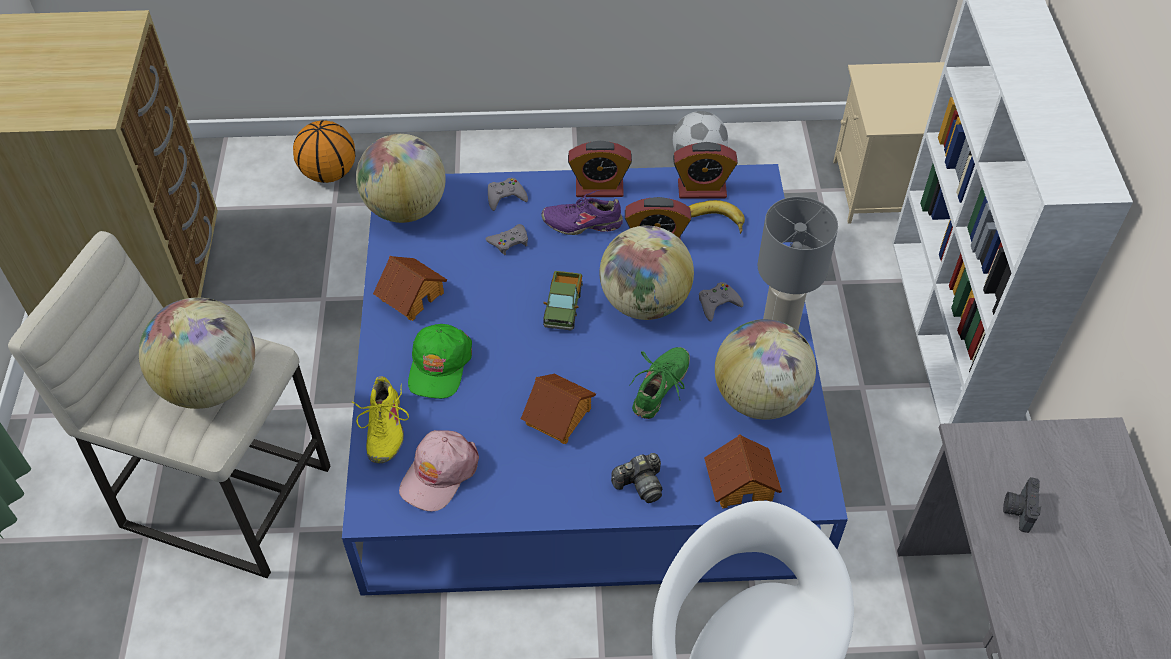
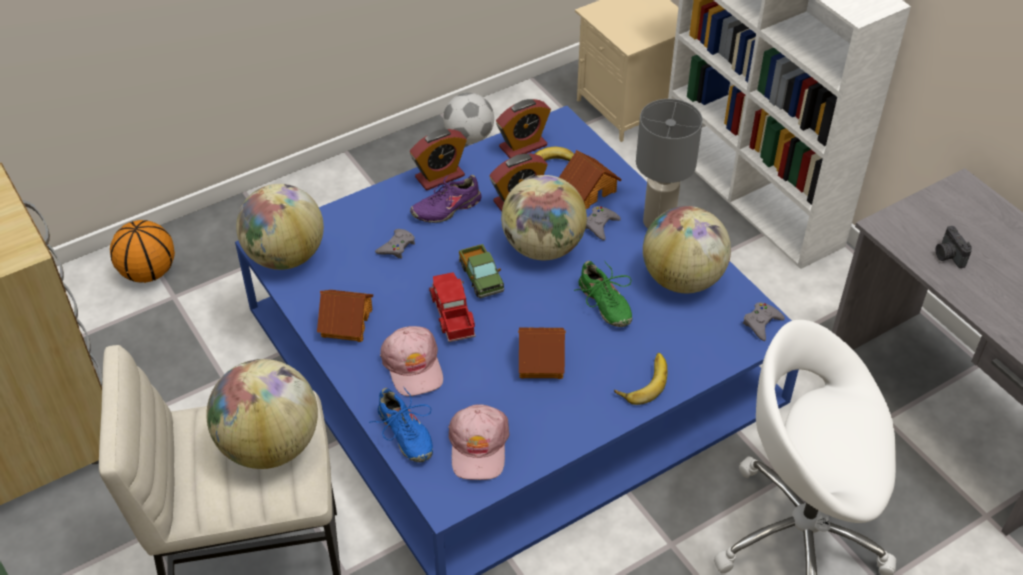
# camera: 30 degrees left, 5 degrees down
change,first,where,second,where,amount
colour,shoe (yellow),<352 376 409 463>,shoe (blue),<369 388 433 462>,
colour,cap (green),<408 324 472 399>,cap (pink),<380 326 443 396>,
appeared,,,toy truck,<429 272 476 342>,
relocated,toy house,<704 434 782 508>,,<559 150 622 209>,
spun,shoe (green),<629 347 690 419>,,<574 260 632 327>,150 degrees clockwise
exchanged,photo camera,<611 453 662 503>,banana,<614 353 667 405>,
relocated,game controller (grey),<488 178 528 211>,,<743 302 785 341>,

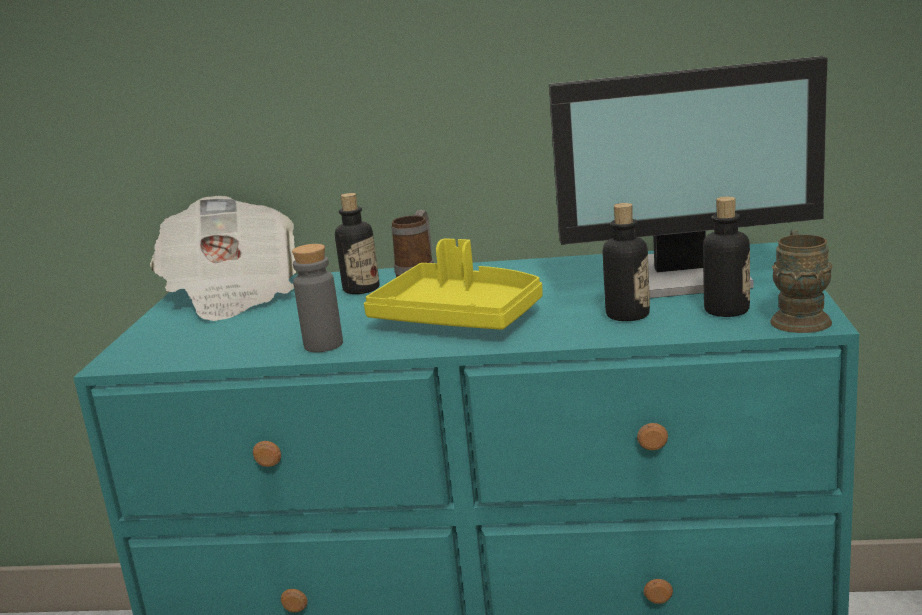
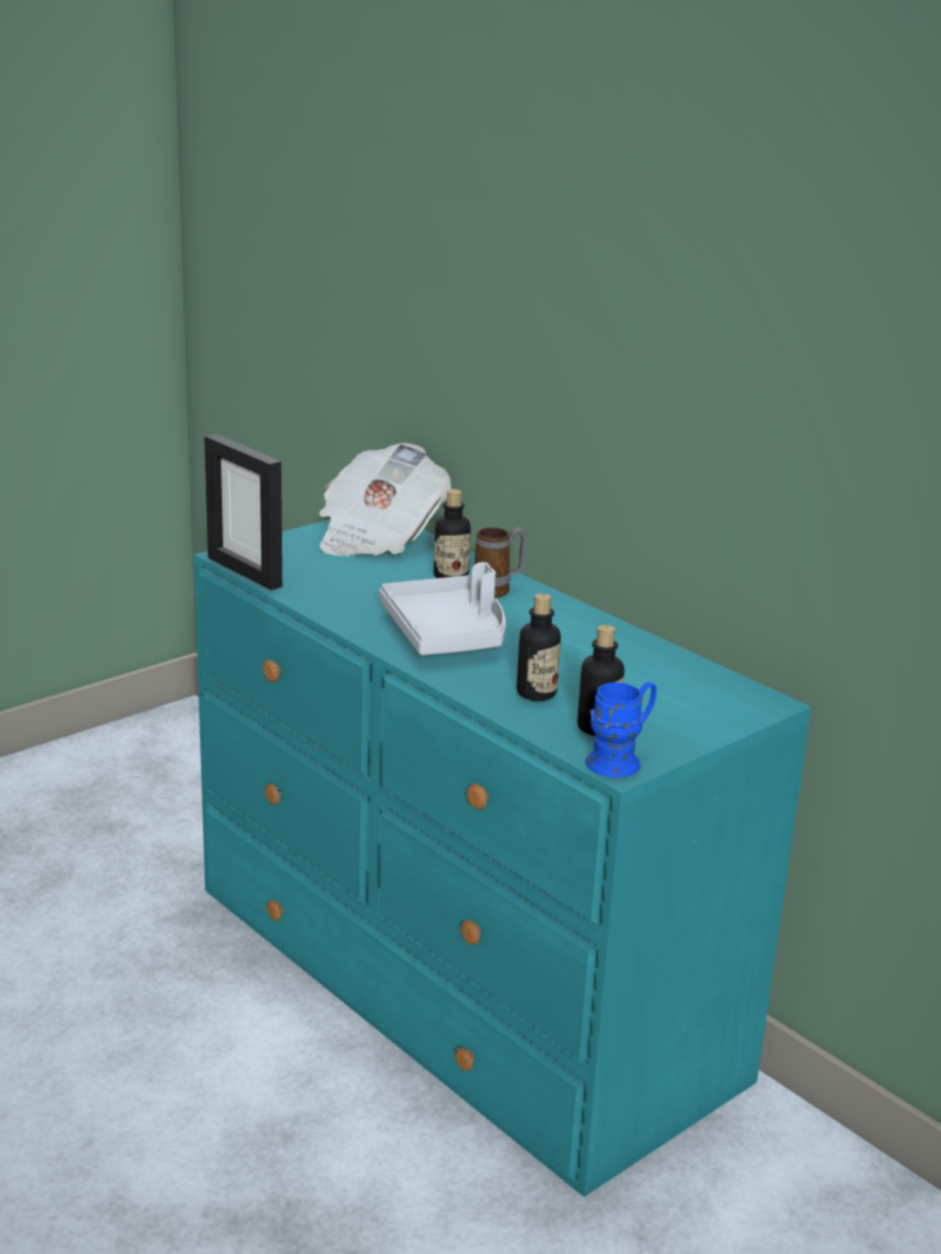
# camera: 40 degrees right, 5 degrees up
change,first,where,second,where,amount
appeared,,,picture frame,<204 434 282 590>,
colour,tray (yellow),<364 238 543 330>,tray (grey),<379 562 506 655>,
colour,mug (brown),<770 230 832 333>,mug (blue),<585 682 657 777>,
missing,bottle (grey),<292 244 343 352>,,,
missing,monitor,<549 56 827 298>,,,

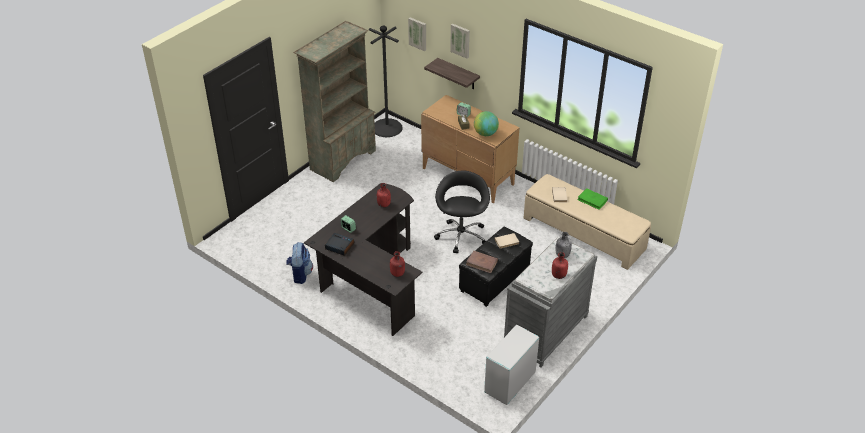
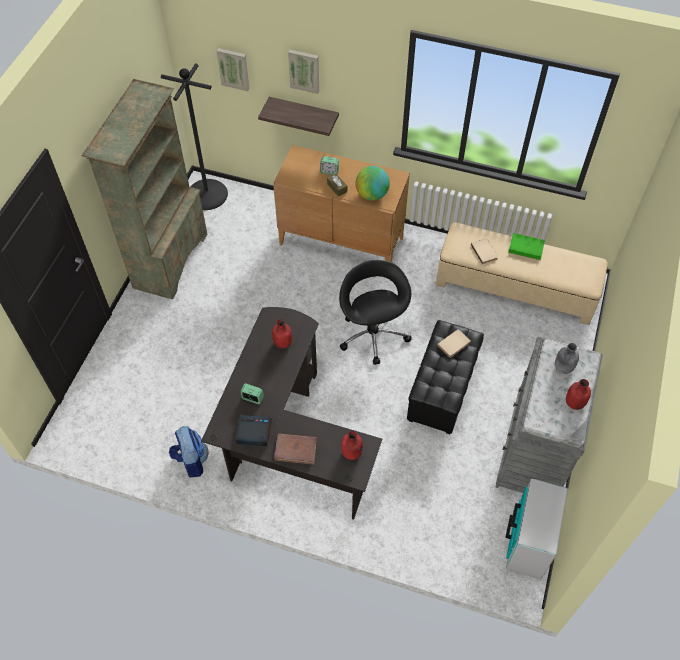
# camera: 20 degrees left, 15 degrees up
change,first,where,second,where,amount
relocated,book (brown),<466 251 498 273>,,<274 433 317 465>,

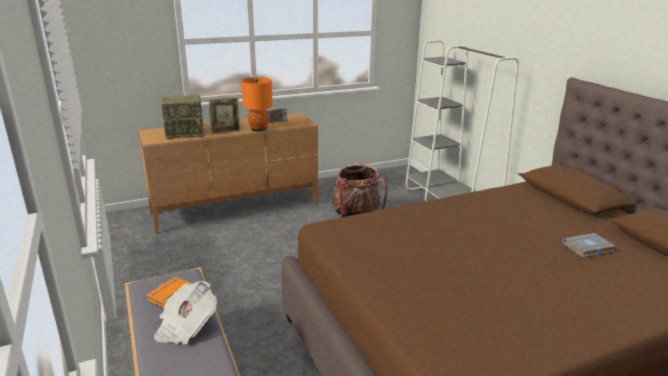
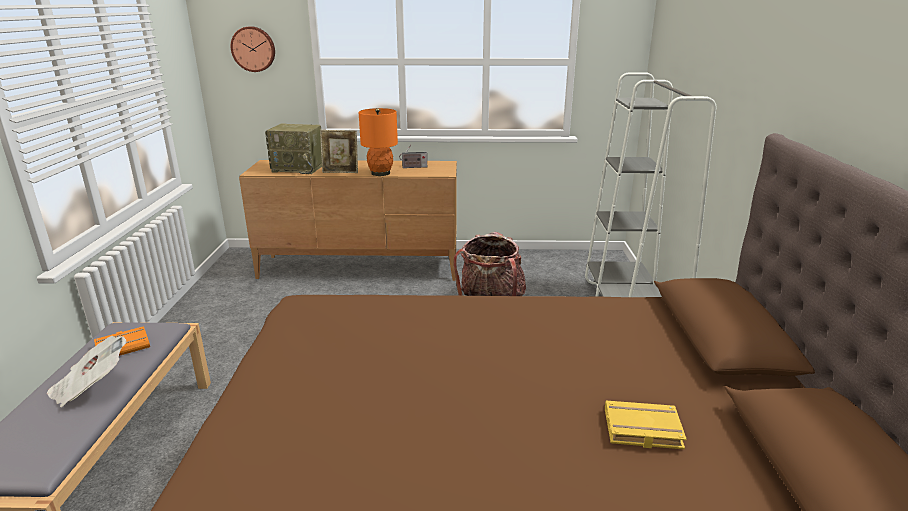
# camera: 25 degrees right, 0 degrees up
change,first,where,second,where,amount
appeared,,,wall clock,<231 26 275 72>,
colour,book (grey),<562 233 616 258>,book (yellow),<605 401 687 449>,

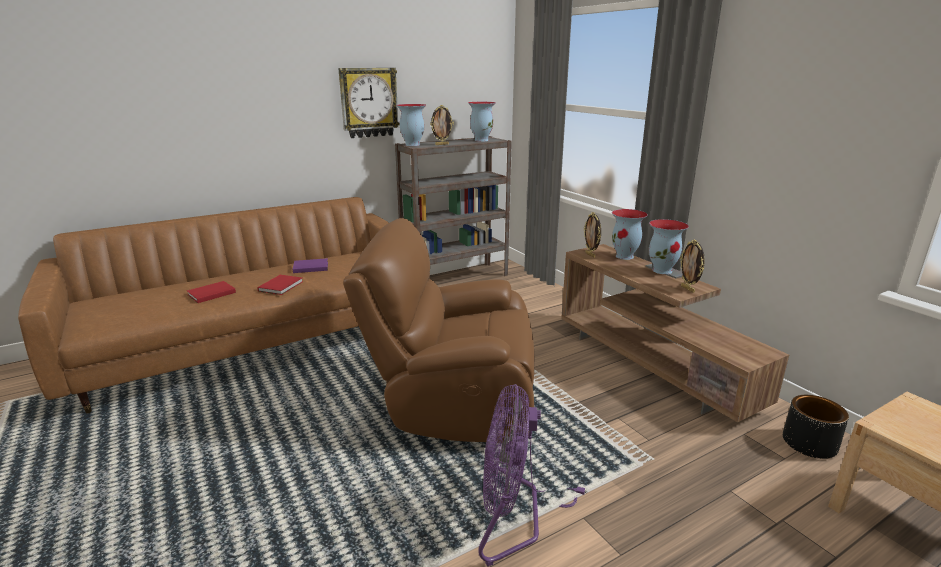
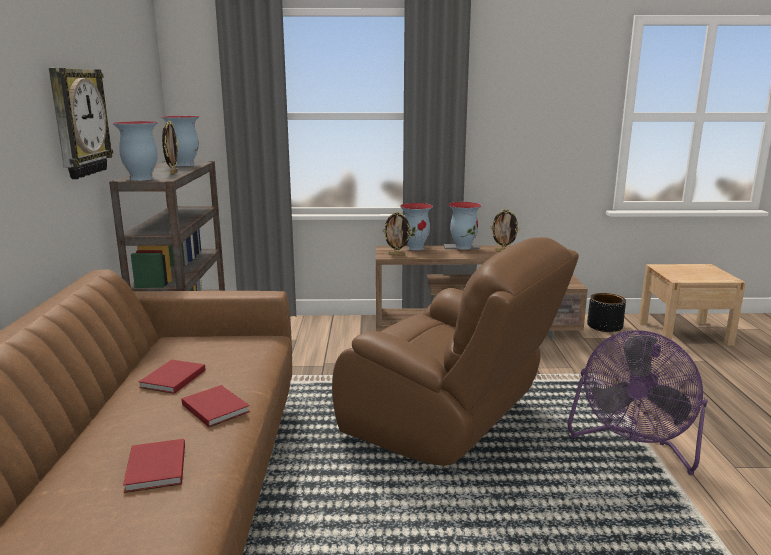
# camera: 60 degrees left, 5 degrees down
change,first,where,second,where,amount
colour,book (purple),<293 258 328 273>,book (red),<138 360 206 394>,
spun,armchair (brown),<343 218 534 444>,,<332 237 579 466>,90 degrees counterclockwise

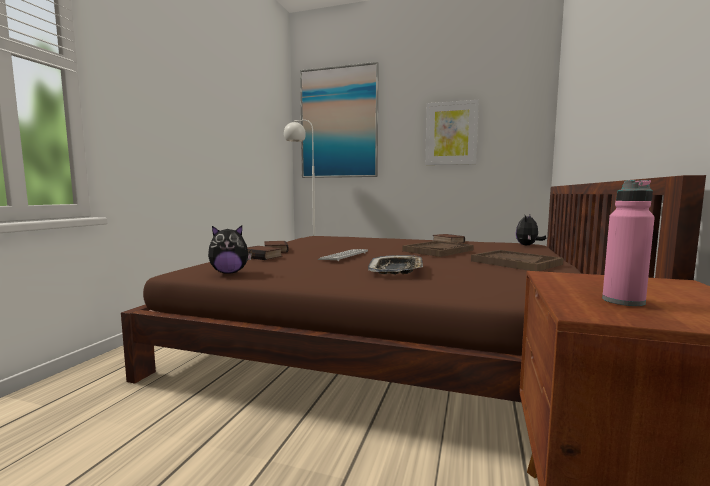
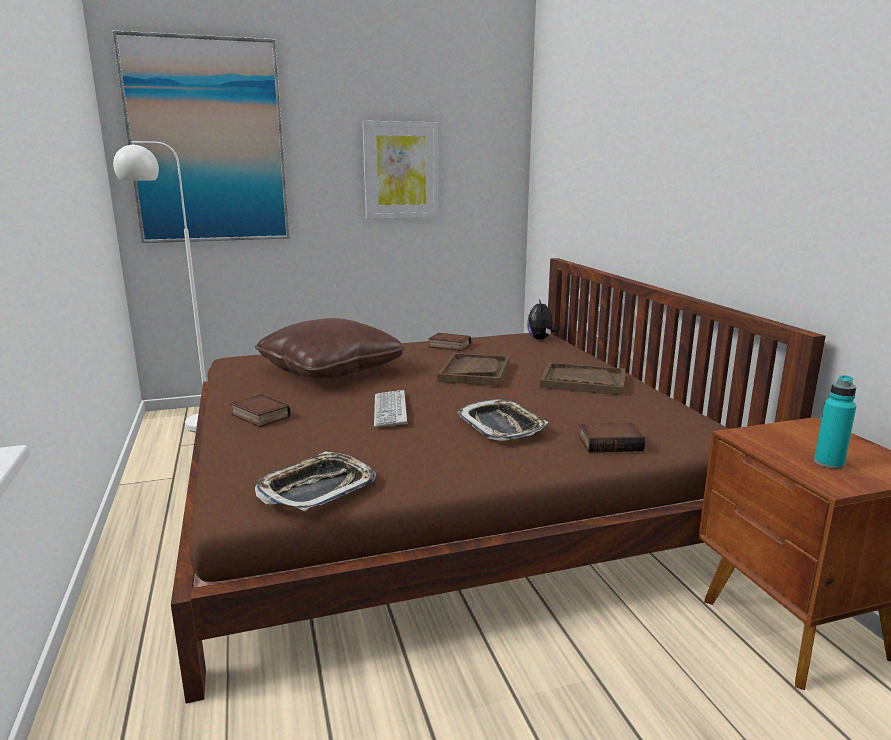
# camera: 35 degrees left, 10 degrees up
change,first,where,second,where,amount
appeared,,,pillow (brown),<255 318 405 380>,
exchanged,plush toy,<208 225 252 274>,tray,<255 452 376 511>,
relocated,book,<247 246 282 260>,,<579 423 645 452>,
colour,bottle (pink),<602 180 655 306>,bottle (turquoise),<814 375 856 469>,

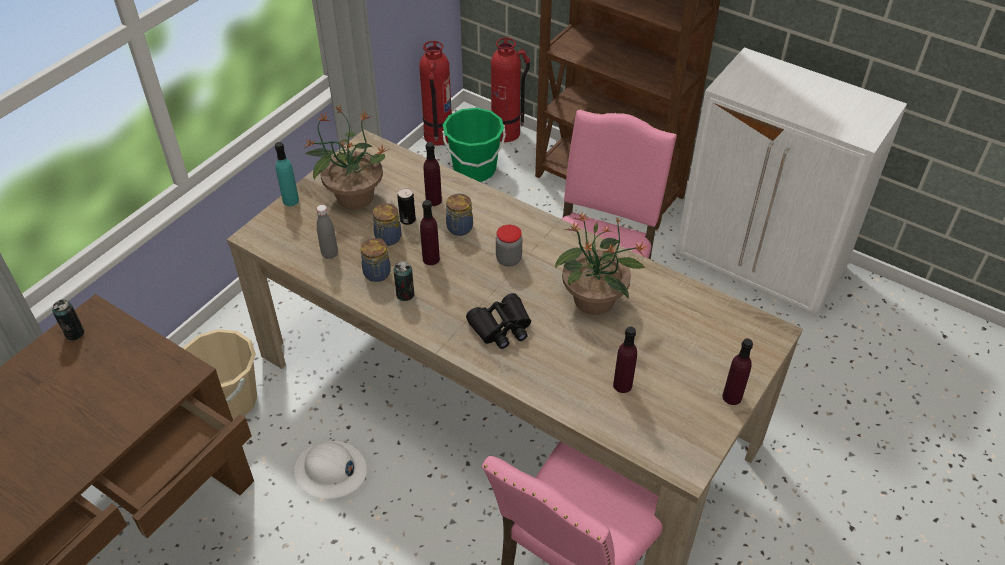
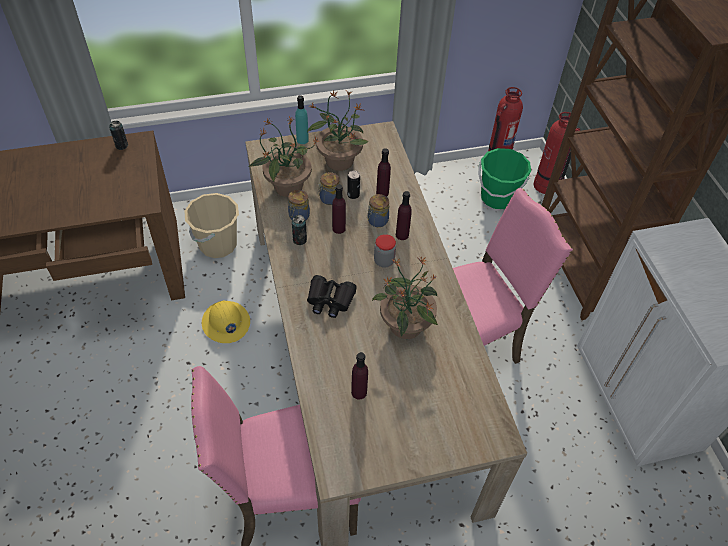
# camera: 40 degrees right, 5 degrees up
change,first,where,second,where,amount
colour,hard hat (white),<294 441 367 499>,hard hat (yellow),<202 301 250 343>,
exchanged,bottle (grey),<316 205 338 259>,potted plant,<249 116 319 197>,
relocated,bottle (purple),<722 338 753 405>,,<396 191 412 240>,

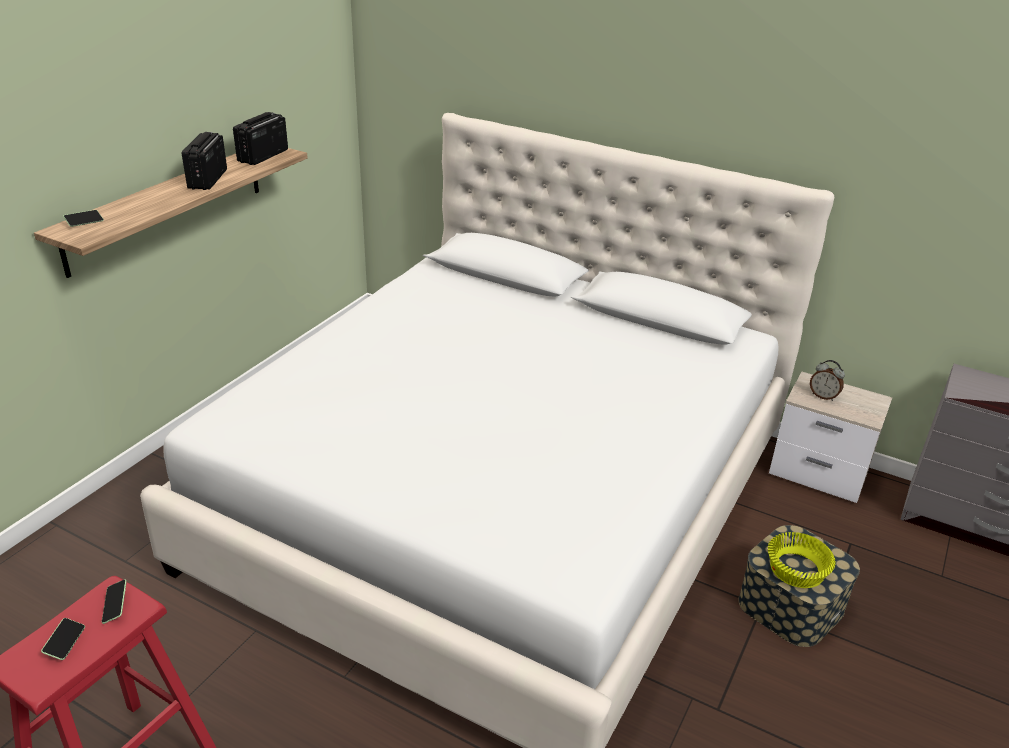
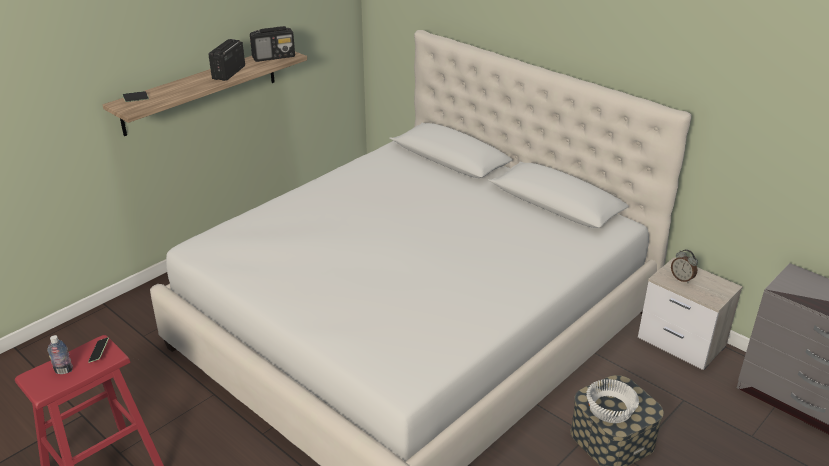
# camera: 15 degrees right, 0 degrees up
change,first,where,second,where,amount
exchanged,phone,<41 618 85 660>,bottle,<47 335 73 374>,
spun,radio,<233 112 288 165>,,<250 26 295 62>,150 degrees counterclockwise
colour,bowl (yellow),<768 532 836 588>,bowl (white),<586 379 639 423>,

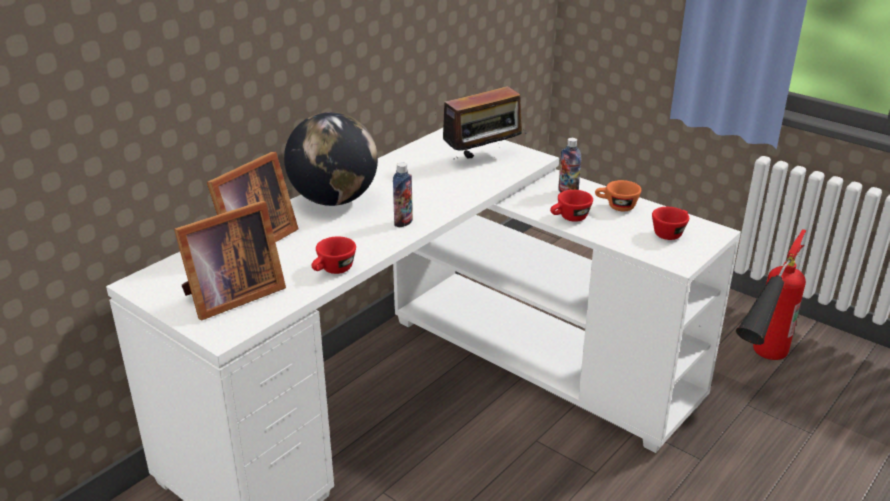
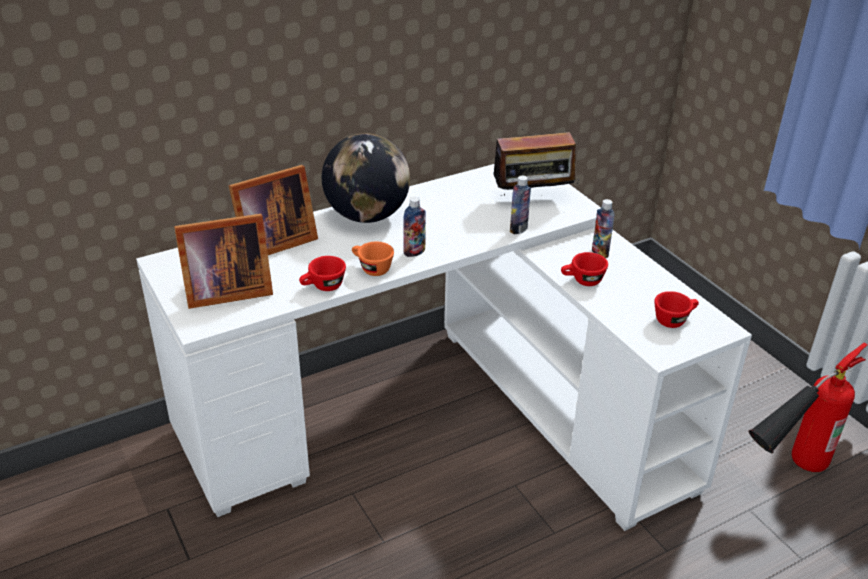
# camera: 20 degrees right, 5 degrees up
change,first,where,second,where,amount
relocated,cup (orange),<595 180 641 211>,,<352 242 394 276>,
appeared,,,bottle,<510 176 531 234>,

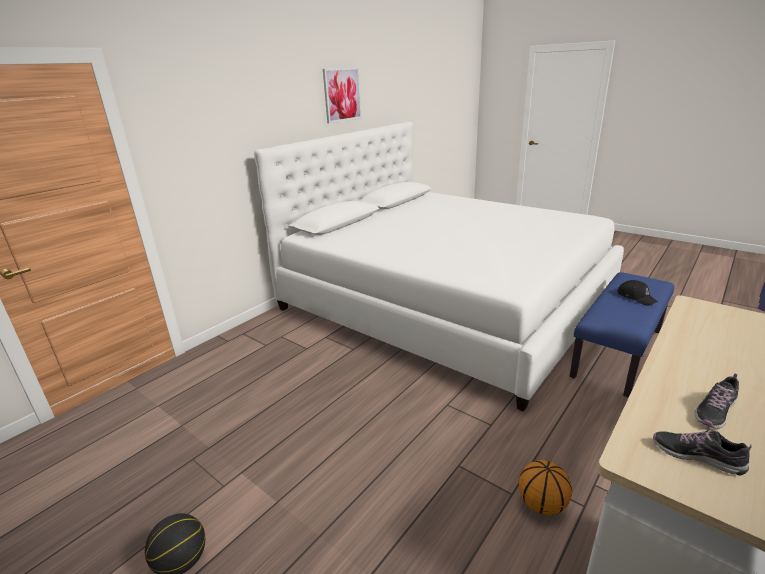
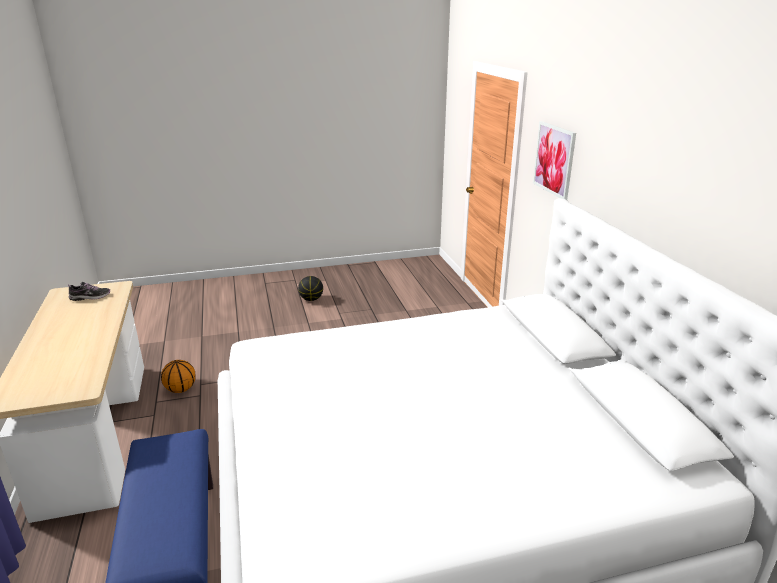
# camera: 125 degrees right, 0 degrees up
change,first,where,second,where,amount
relocated,picture,<323 67 362 124>,,<533 121 576 200>,
missing,cap (black),<617 280 658 306>,,,
missing,shoe,<694 374 739 429>,,,

